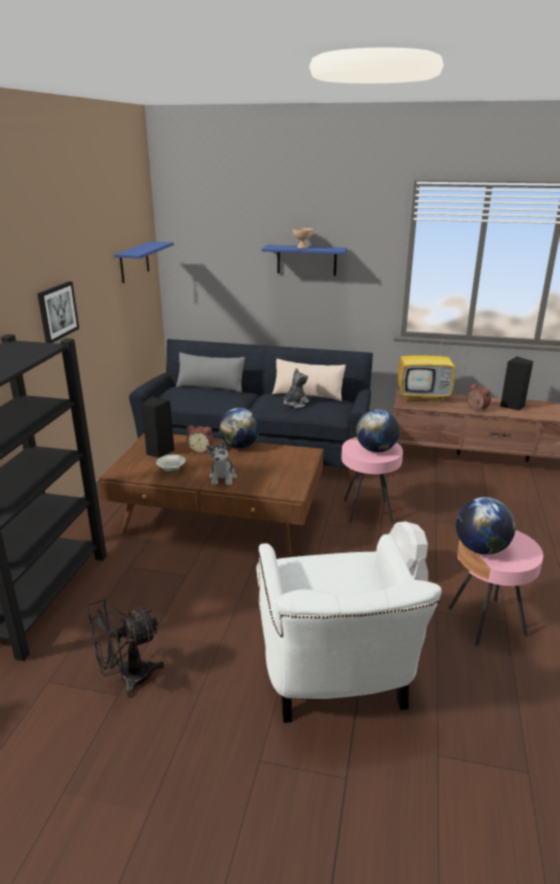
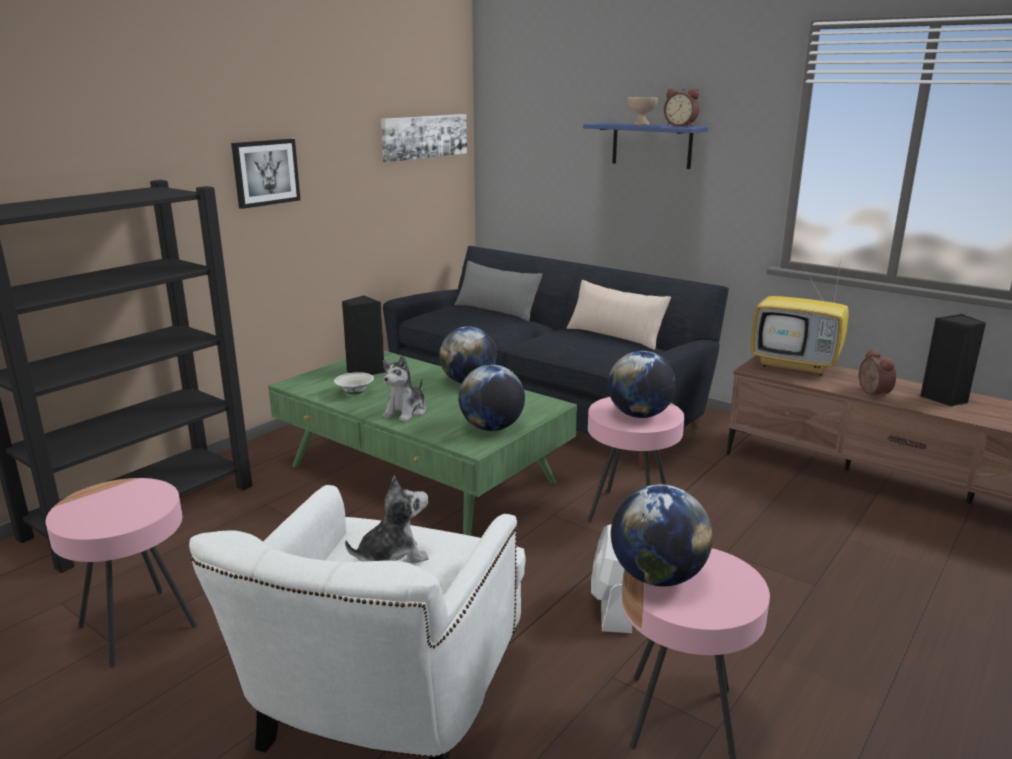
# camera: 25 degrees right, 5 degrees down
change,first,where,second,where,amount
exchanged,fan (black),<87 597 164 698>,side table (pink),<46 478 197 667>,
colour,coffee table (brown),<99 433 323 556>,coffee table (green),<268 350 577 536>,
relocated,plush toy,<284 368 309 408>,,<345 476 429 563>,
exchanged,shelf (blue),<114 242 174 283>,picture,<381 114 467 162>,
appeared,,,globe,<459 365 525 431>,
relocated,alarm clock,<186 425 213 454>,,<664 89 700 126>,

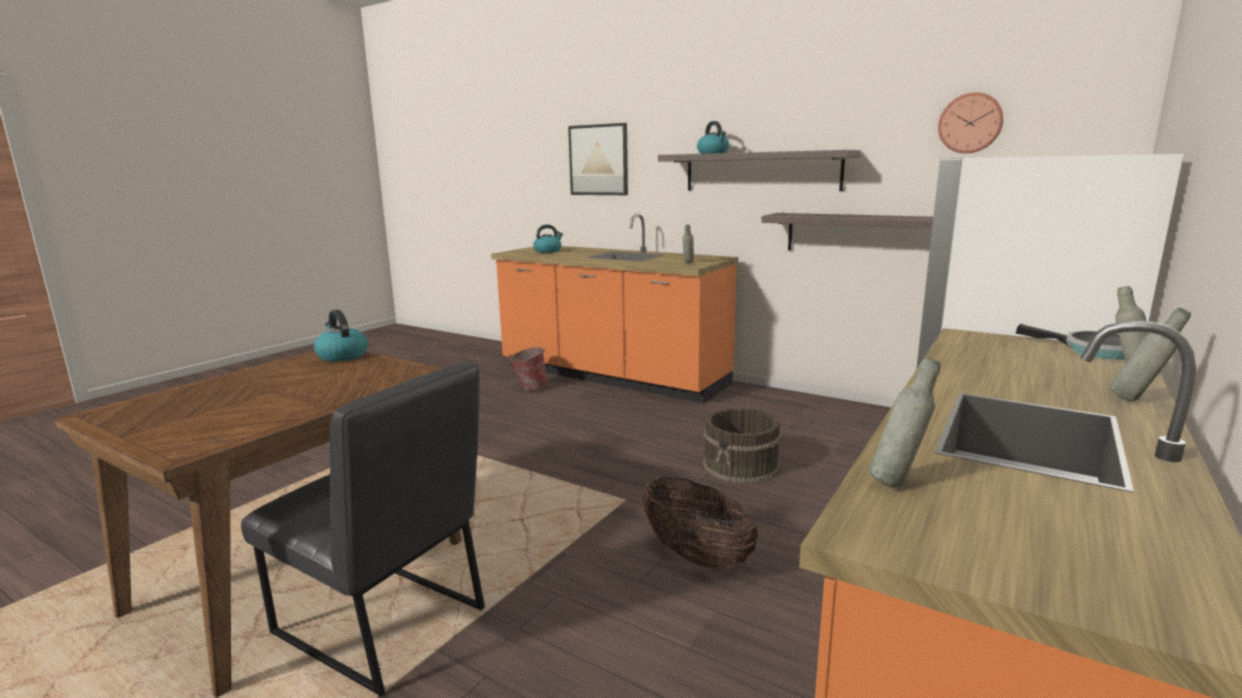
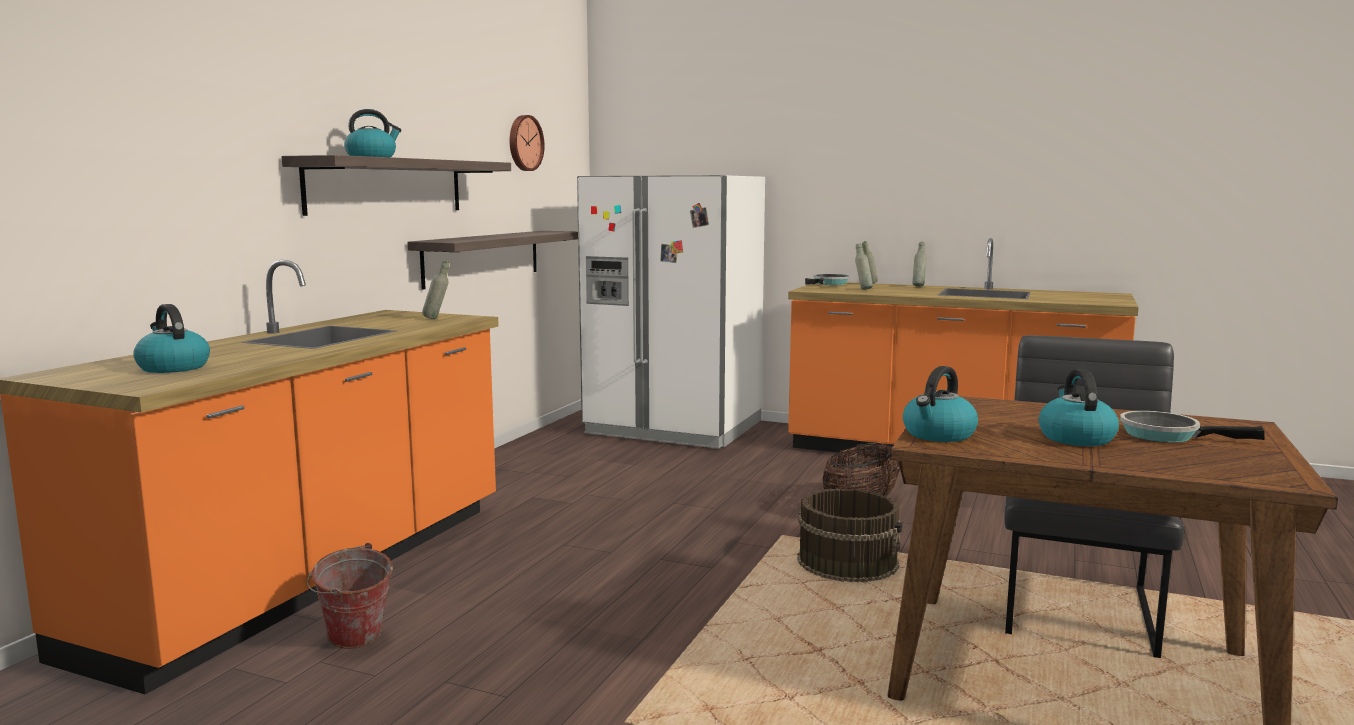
# camera: 100 degrees left, 5 degrees down
change,first,where,second,where,amount
relocated,bucket (brown),<703 408 781 483>,,<797 488 903 582>,
relocated,bottle (grey),<869 357 940 487>,,<855 244 873 290>,
appeared,,,kettle,<1039 369 1119 446>,
appeared,,,frying pan,<1120 411 1265 443>,
missing,picture,<568 123 628 195>,,,

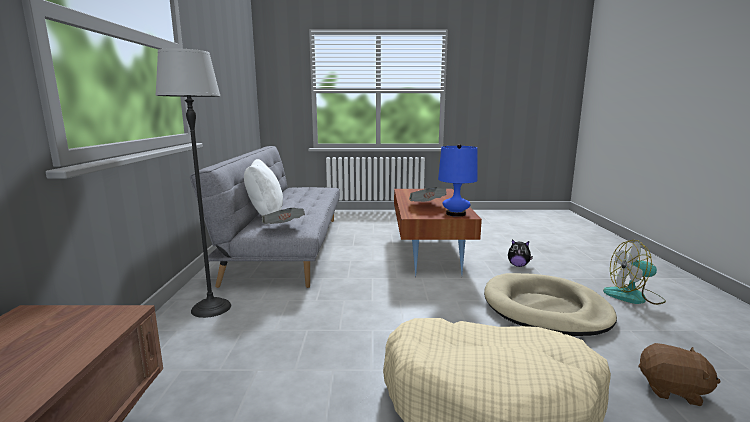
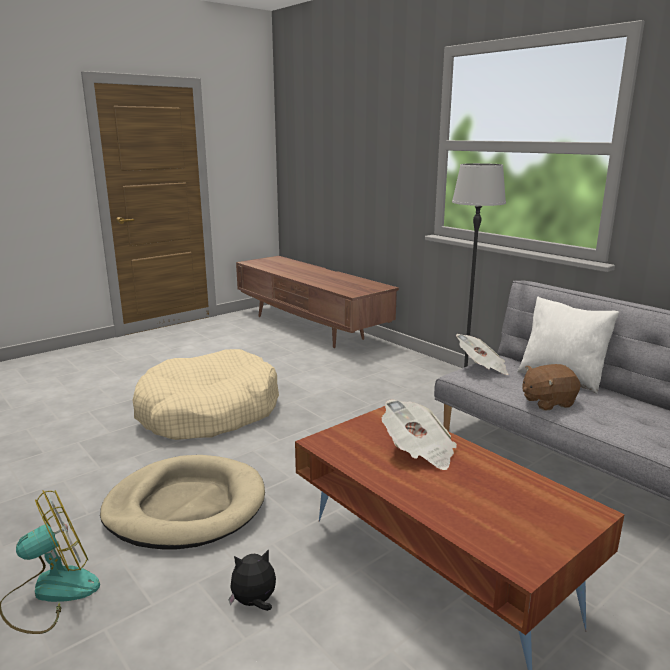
# camera: 140 degrees right, 5 degrees up
change,first,where,second,where,amount
relocated,plush toy (brown),<638 343 721 406>,,<522 364 580 411>,
missing,table lamp (blue),<438 144 477 217>,,,

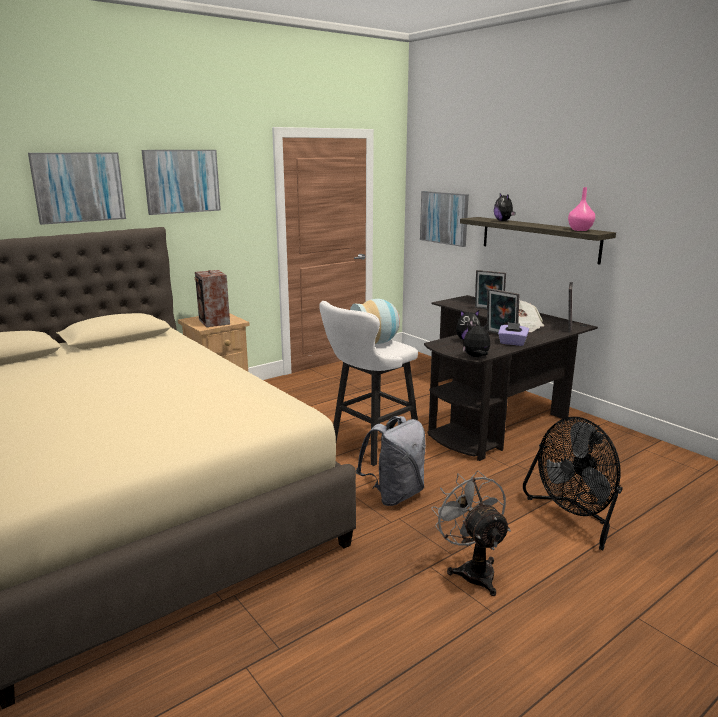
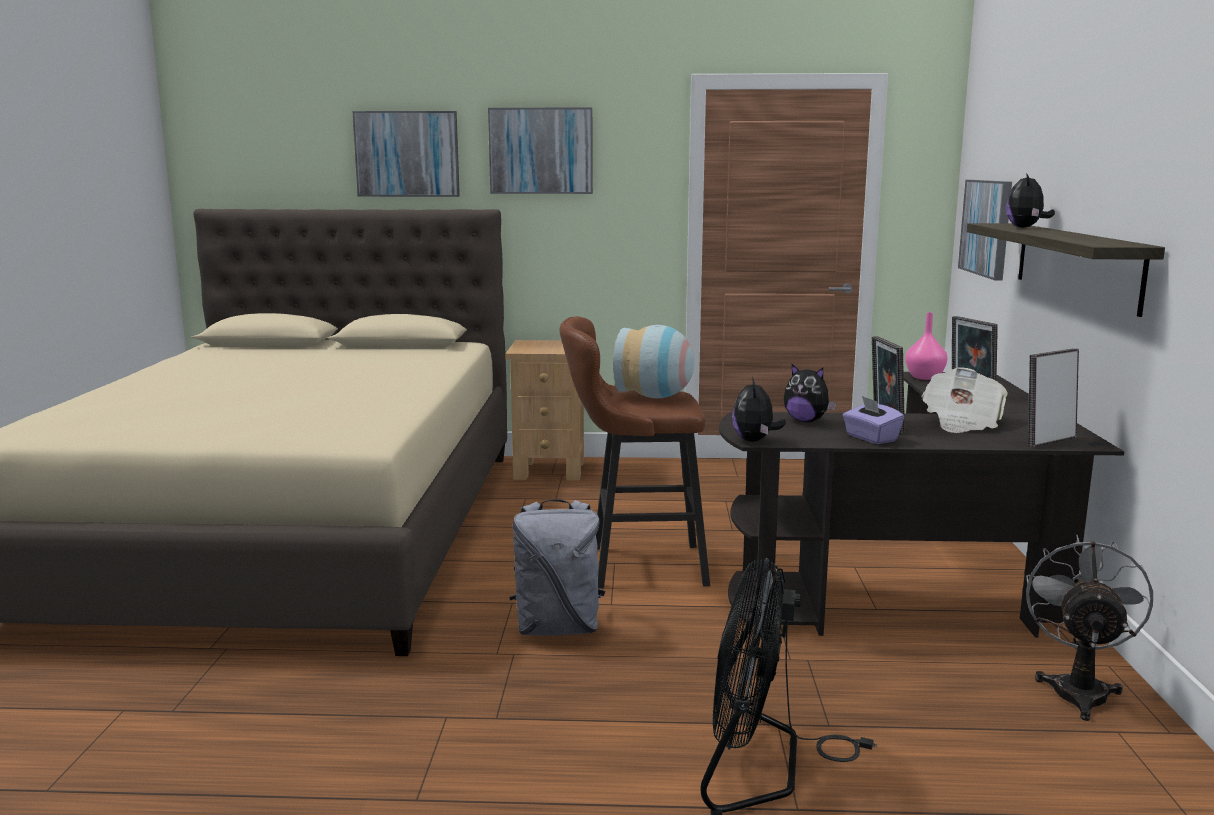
# camera: 40 degrees right, 5 degrees down
change,first,where,second,where,amount
colour,stool (white),<319 301 418 466>,stool (brown),<560 316 710 589>,
spun,plush toy,<463 323 490 357>,,<732 377 786 442>,120 degrees counterclockwise
relocated,vase (pink),<568 187 595 231>,,<905 313 948 380>,
relocated,fan (grey),<431 471 511 596>,,<1026 535 1153 721>,
missing,speaker,<195 270 230 327>,,,

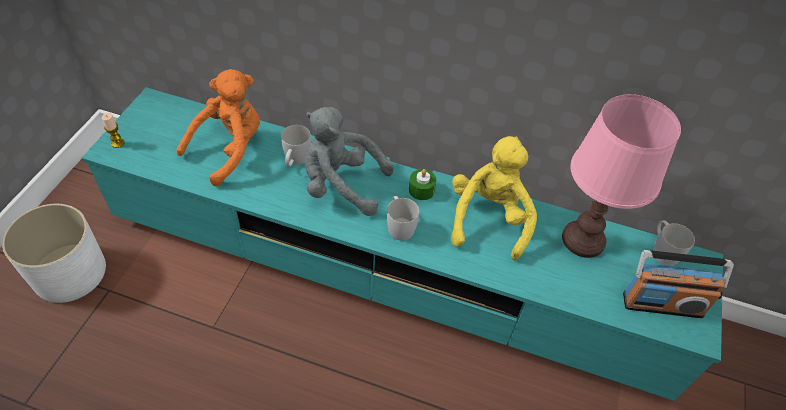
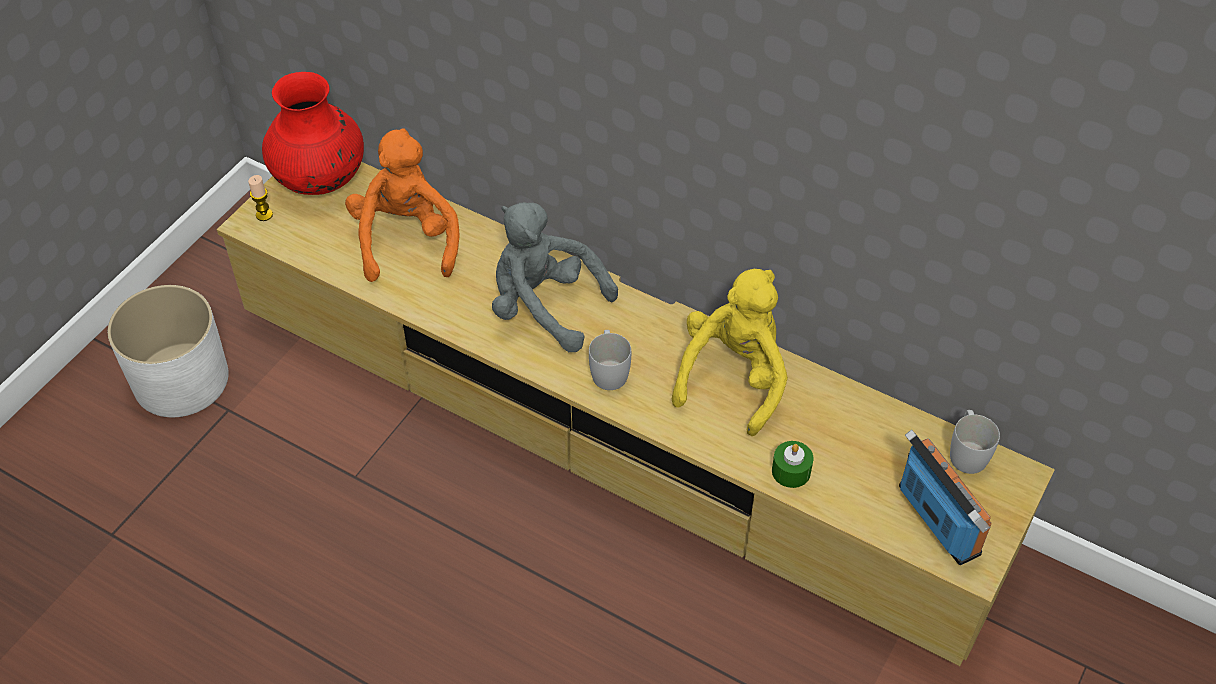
# camera: 15 degrees right, 0 degrees up
change,first,where,second,where,amount
colour,tv stand (turquoise),<82 87 723 401>,tv stand (beige),<217 162 1055 666>,
appeared,,,vase (red),<262 72 364 195>,
spun,plush toy (orange),<176 69 260 186>,,<345 128 460 282>,60 degrees counterclockwise
relocated,candle (green),<409 169 436 200>,,<772 441 814 488>,
spun,radio,<623 250 734 318>,,<899 430 992 565>,135 degrees counterclockwise
missing,mug (white),<281 125 311 167>,,,
missing,table lamp (pink),<562 94 681 258>,,,

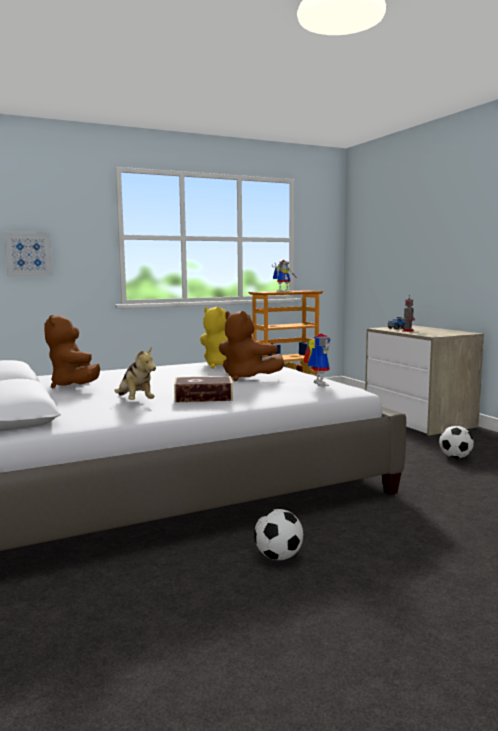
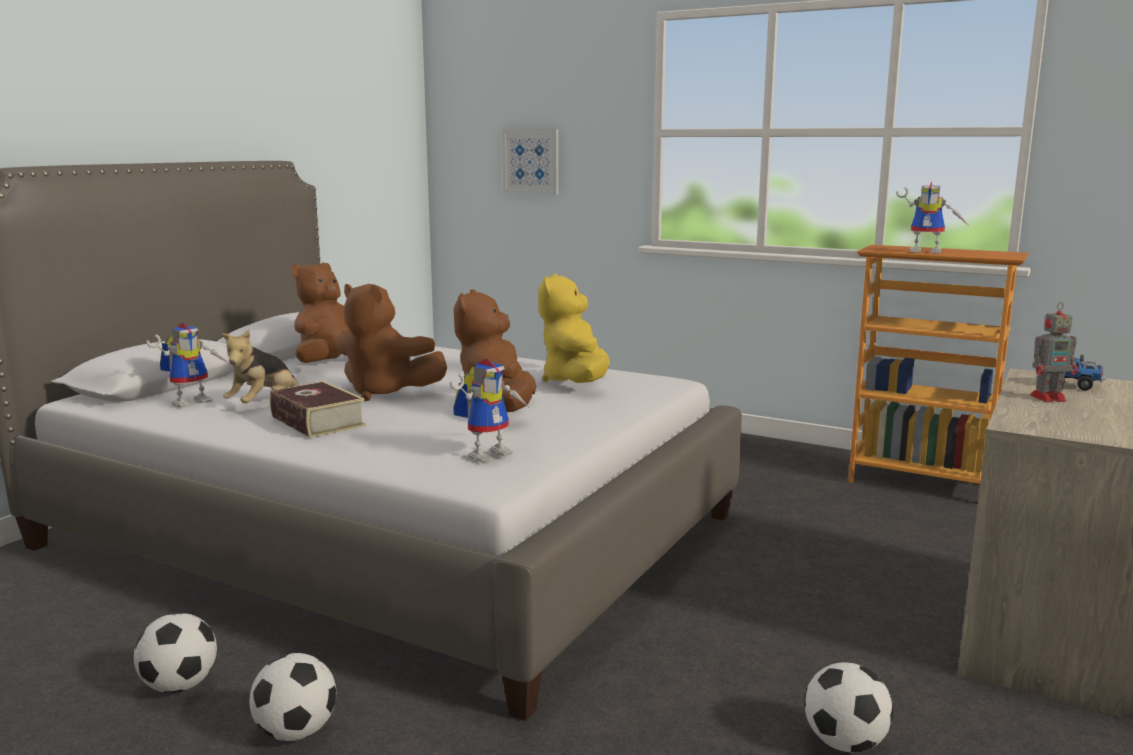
# camera: 55 degrees right, 5 degrees up
change,first,where,second,where,amount
appeared,,,toy robot,<146 323 230 408>,
appeared,,,football,<249 653 336 741>,
appeared,,,plush toy (brown),<336 284 447 401>,

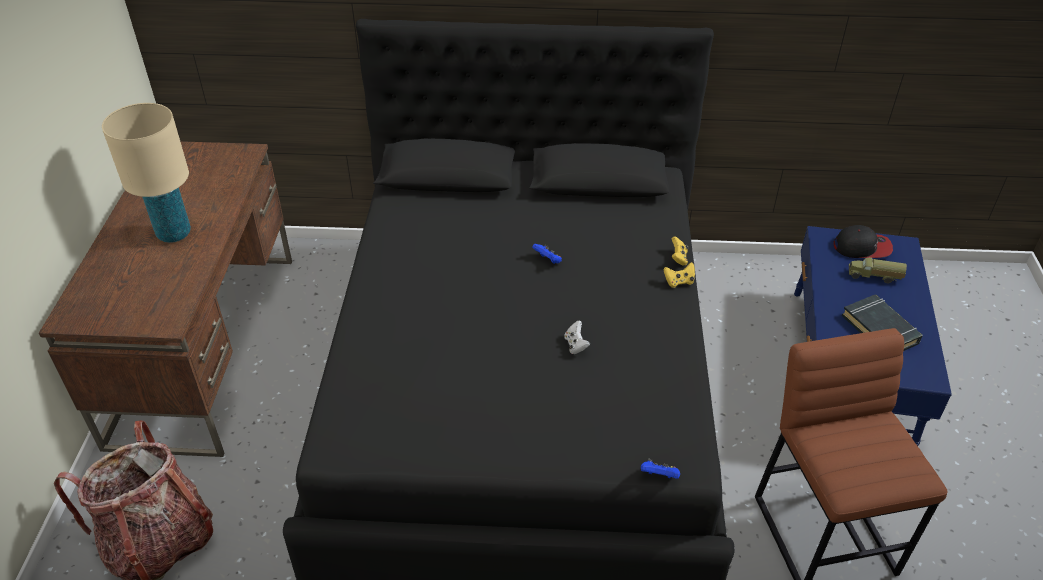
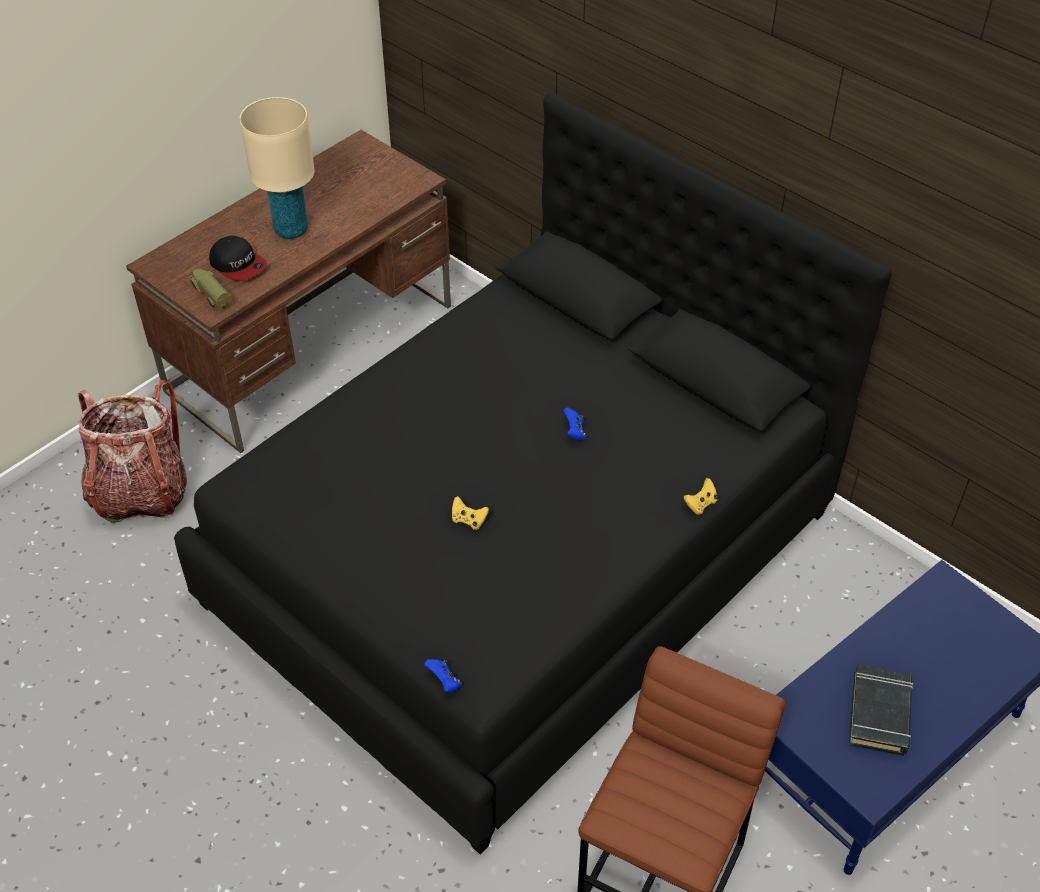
# camera: 40 degrees right, 5 degrees up
change,first,where,second,where,amount
relocated,toy truck,<849 258 907 283>,,<189 268 232 308>,
relocated,cap,<834 225 893 258>,,<209 236 267 281>,
relocated,game controller (yellow),<664 262 695 288>,,<452 496 489 530>,
missing,game controller (white),<564 321 590 354>,,,

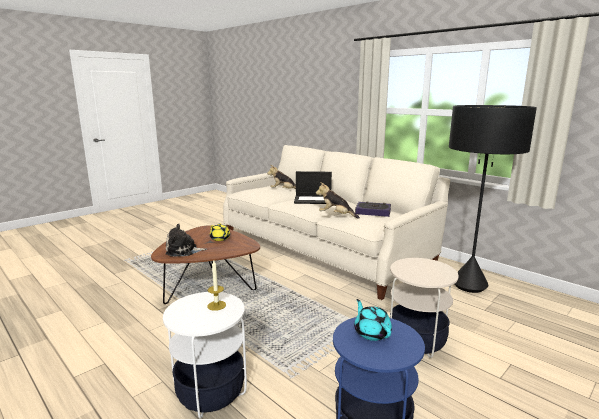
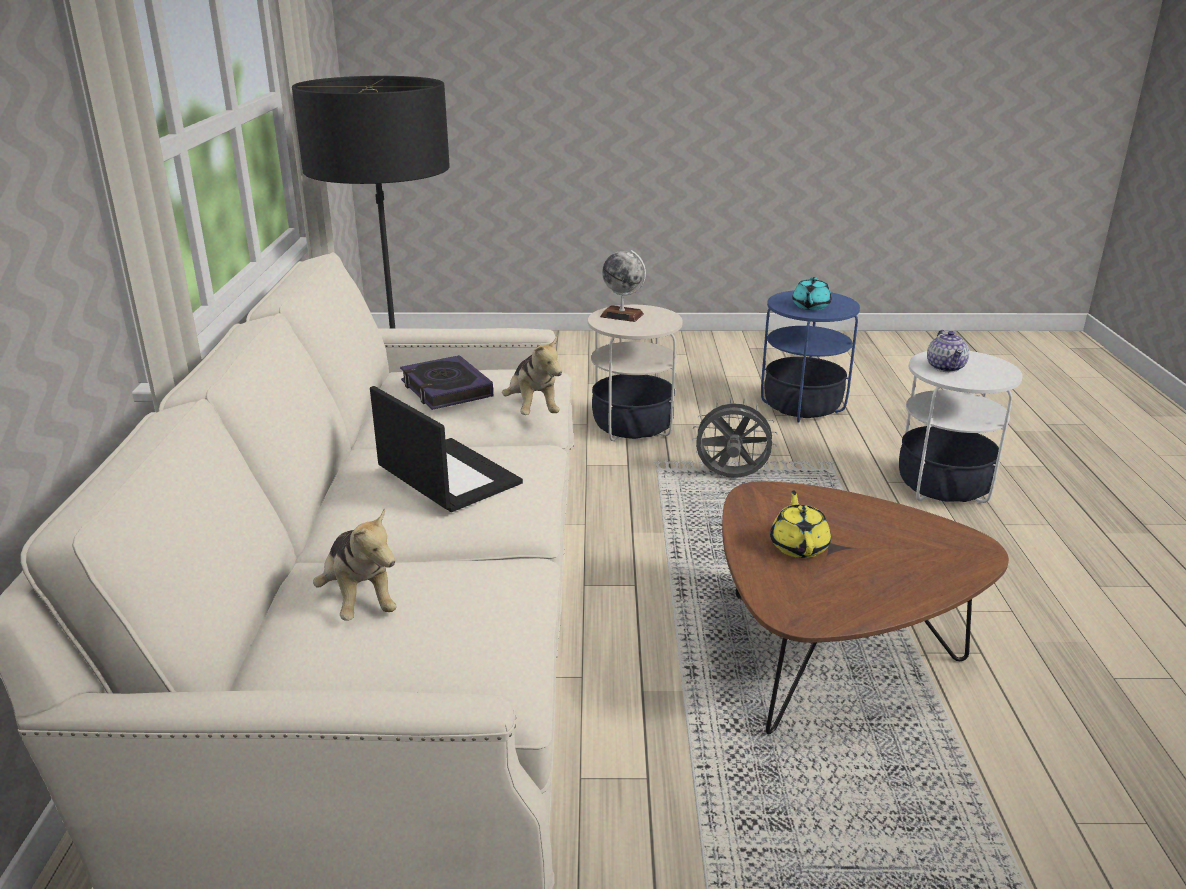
# camera: 135 degrees left, 10 degrees up
change,first,where,second,where,amount
appeared,,,globe,<600 250 646 322>,
appeared,,,fan (grey),<692 397 778 478>,
exchanged,candle,<207 260 226 311>,teapot,<927 330 969 372>,
missing,plush toy,<165 224 207 256>,,,

